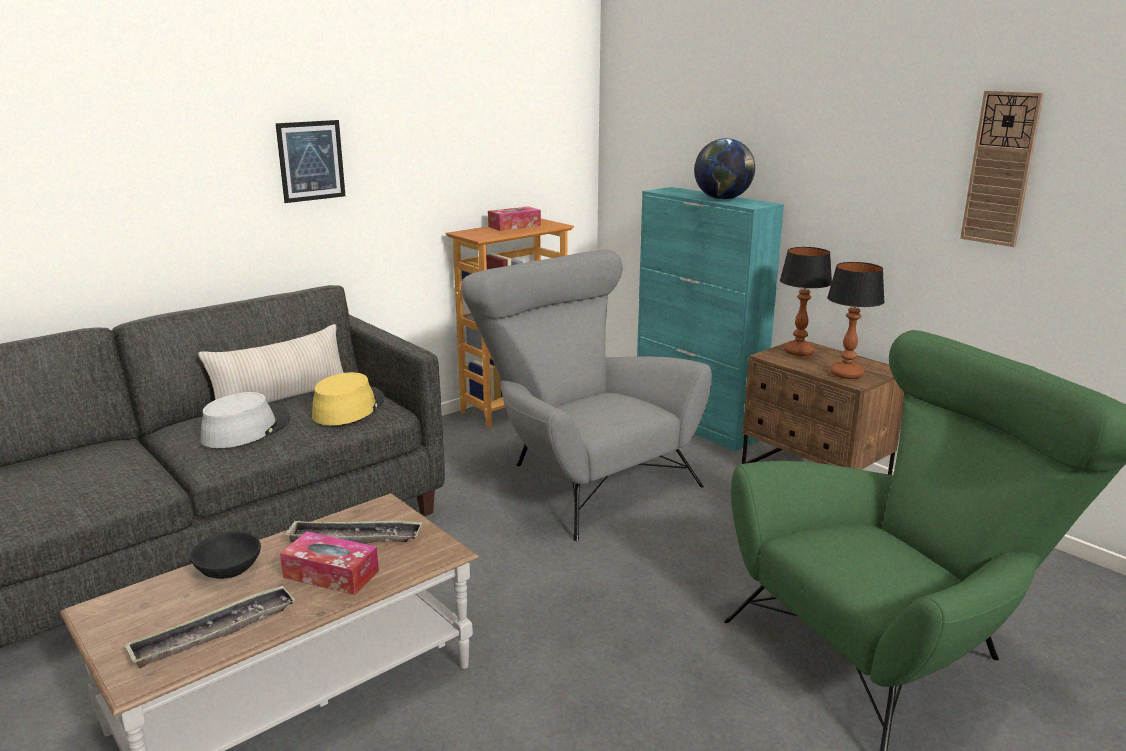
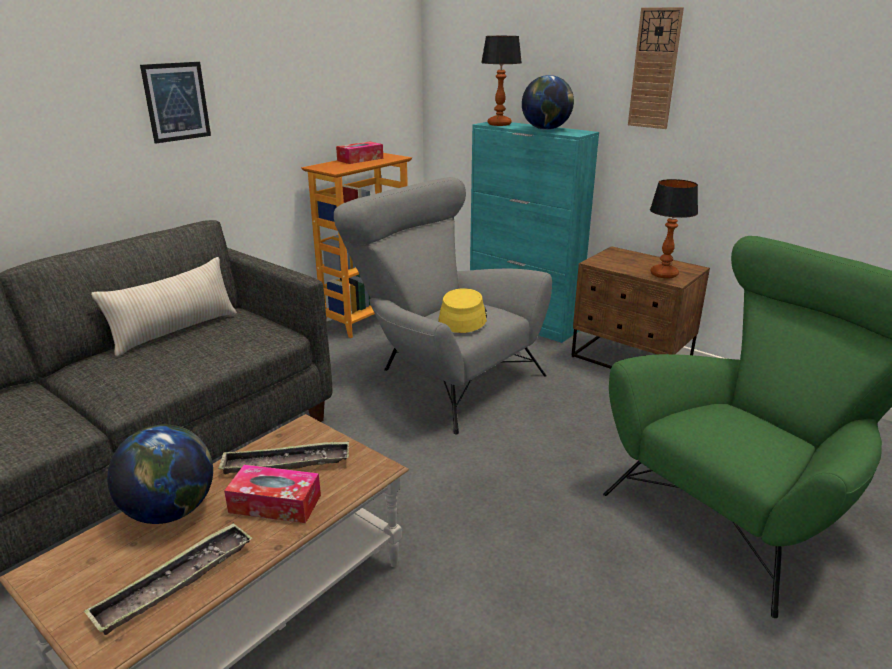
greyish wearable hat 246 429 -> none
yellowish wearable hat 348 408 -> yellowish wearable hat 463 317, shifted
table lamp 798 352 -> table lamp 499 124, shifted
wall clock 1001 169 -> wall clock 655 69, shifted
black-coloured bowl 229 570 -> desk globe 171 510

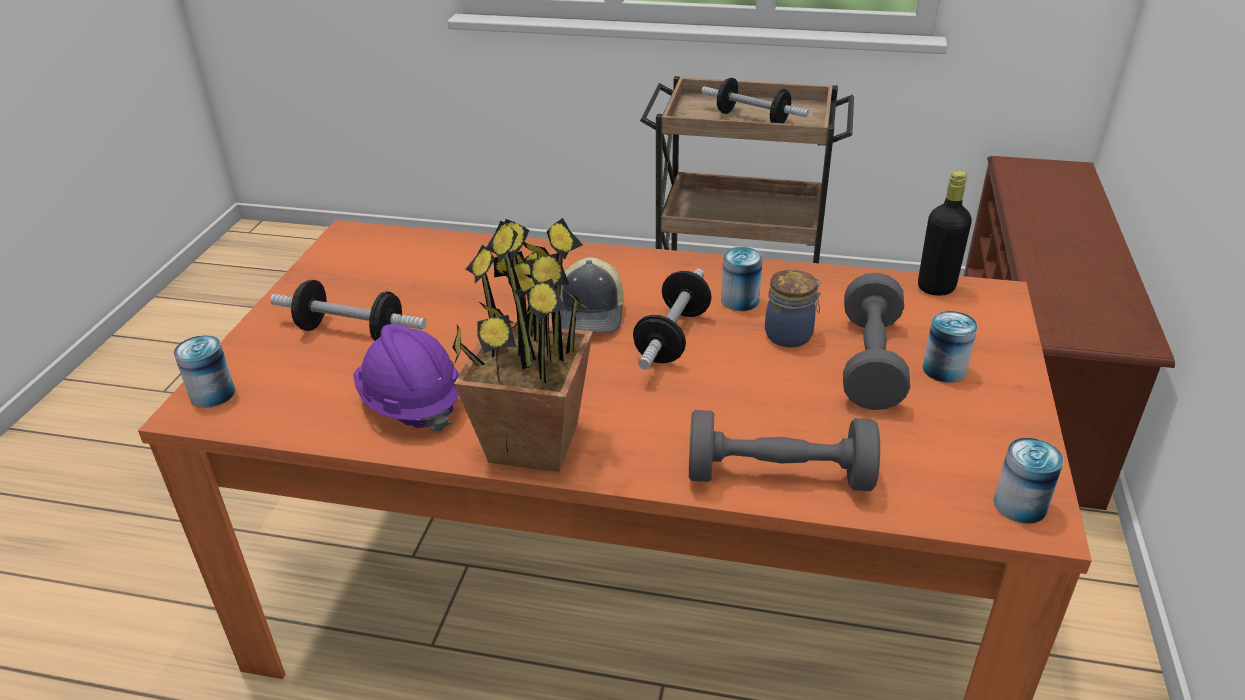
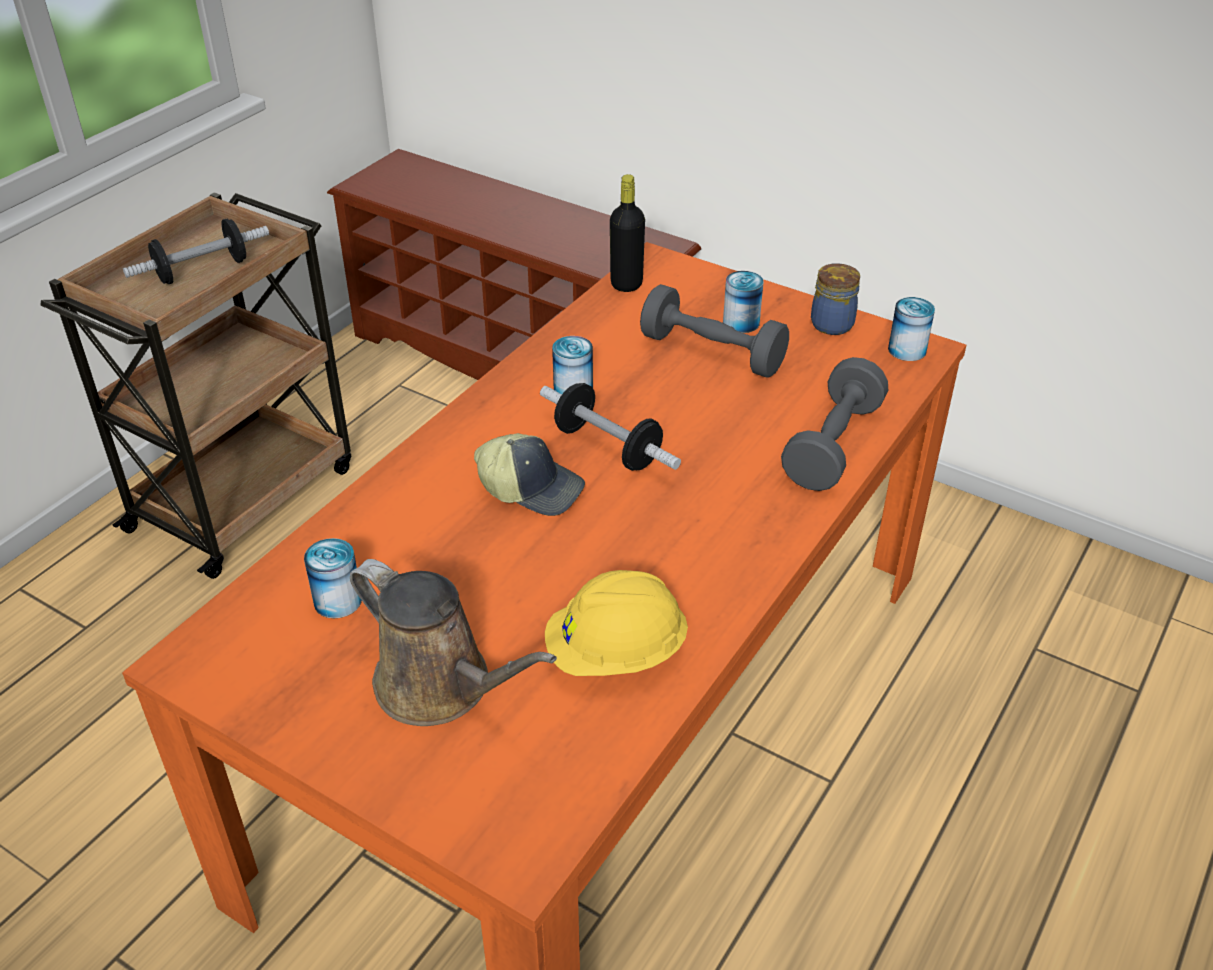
plant in a pot 532 443 -> none
can 212 394 -> can 338 600, shifted
preserve jar 790 335 -> preserve jar 832 323, shifted
dumbbell 351 332 -> brown watering can 441 686
purple work helmet 411 403 -> yellowish work helmet 616 653

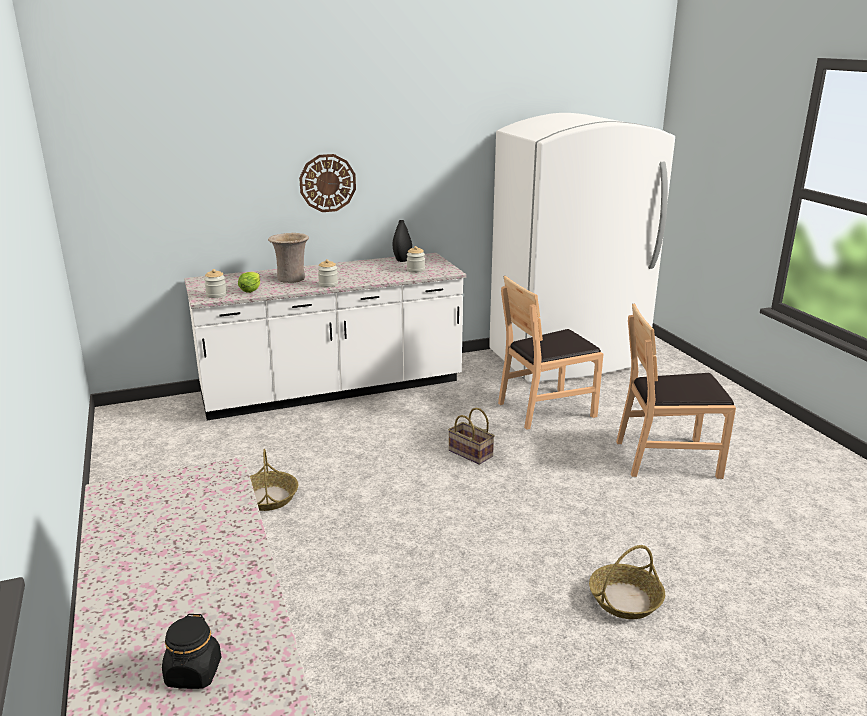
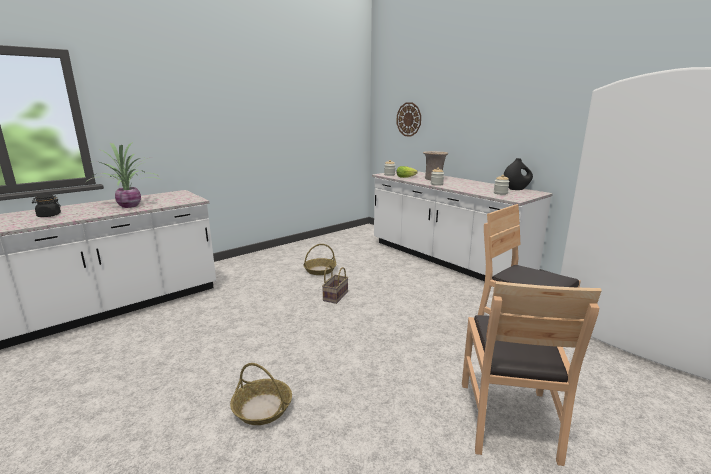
none -> plant in a pot 131 205
wall clock 327 183 -> wall clock 409 119, shifted
storage basket 469 453 -> storage basket 335 296, shifted
brown chair 667 458 -> brown chair 508 419, 150 degrees counterclockwise

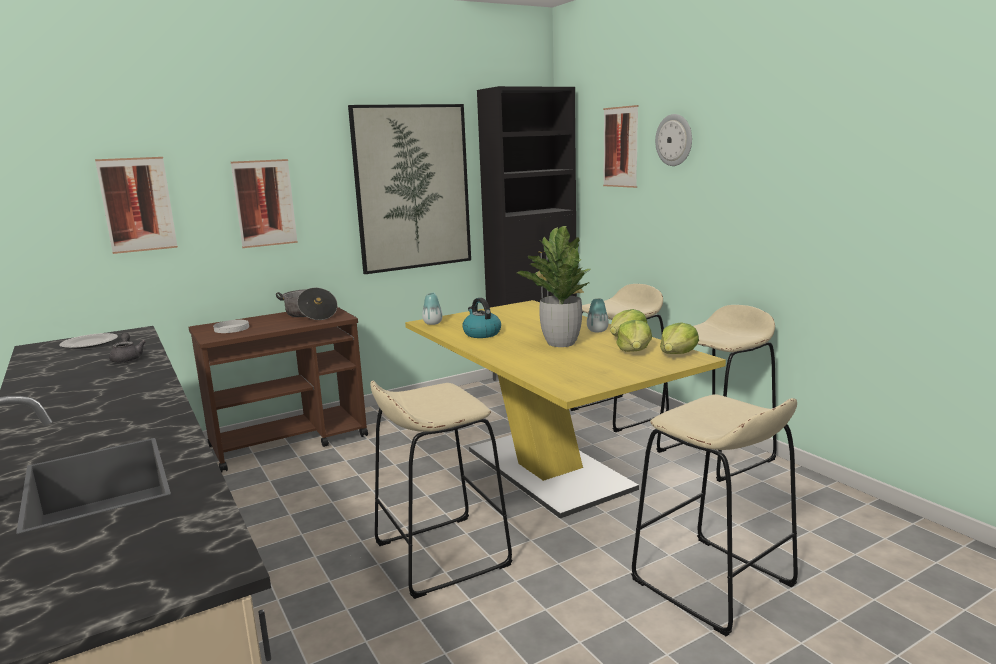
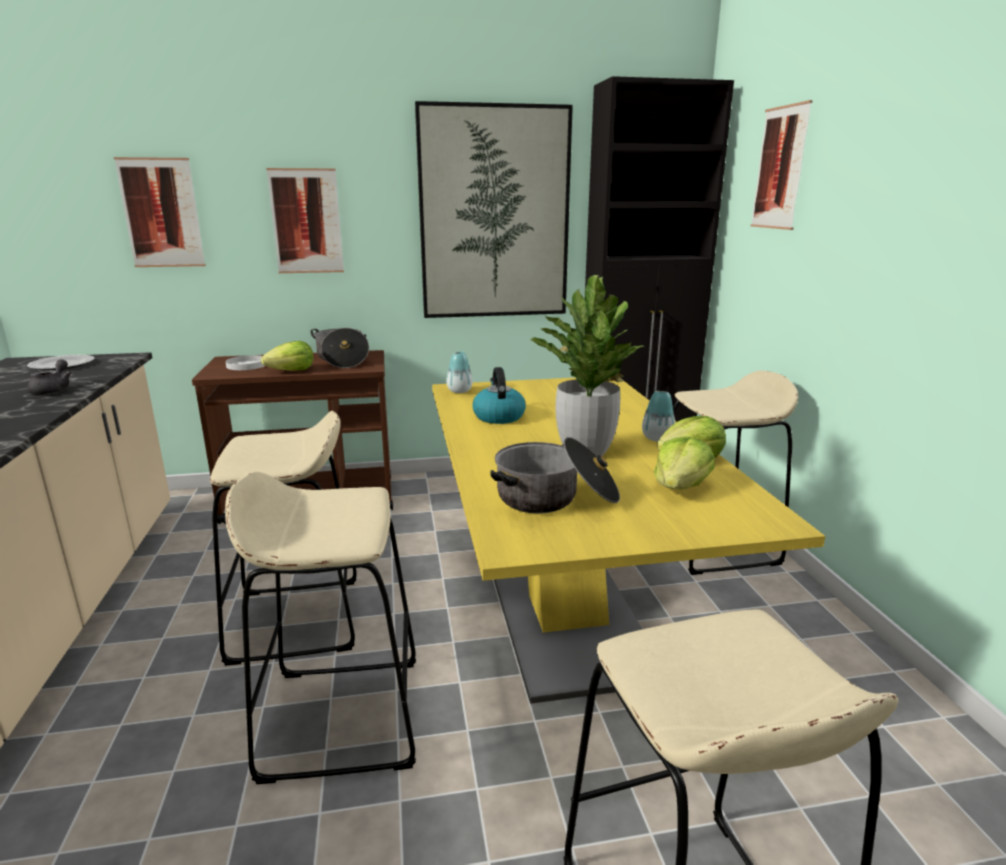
wall clock 674 140 -> none
none -> cooking pot 556 498
beige sitting stool 715 455 -> beige sitting stool 296 620, shifted
head of lettuce 677 354 -> head of lettuce 292 371, shifted

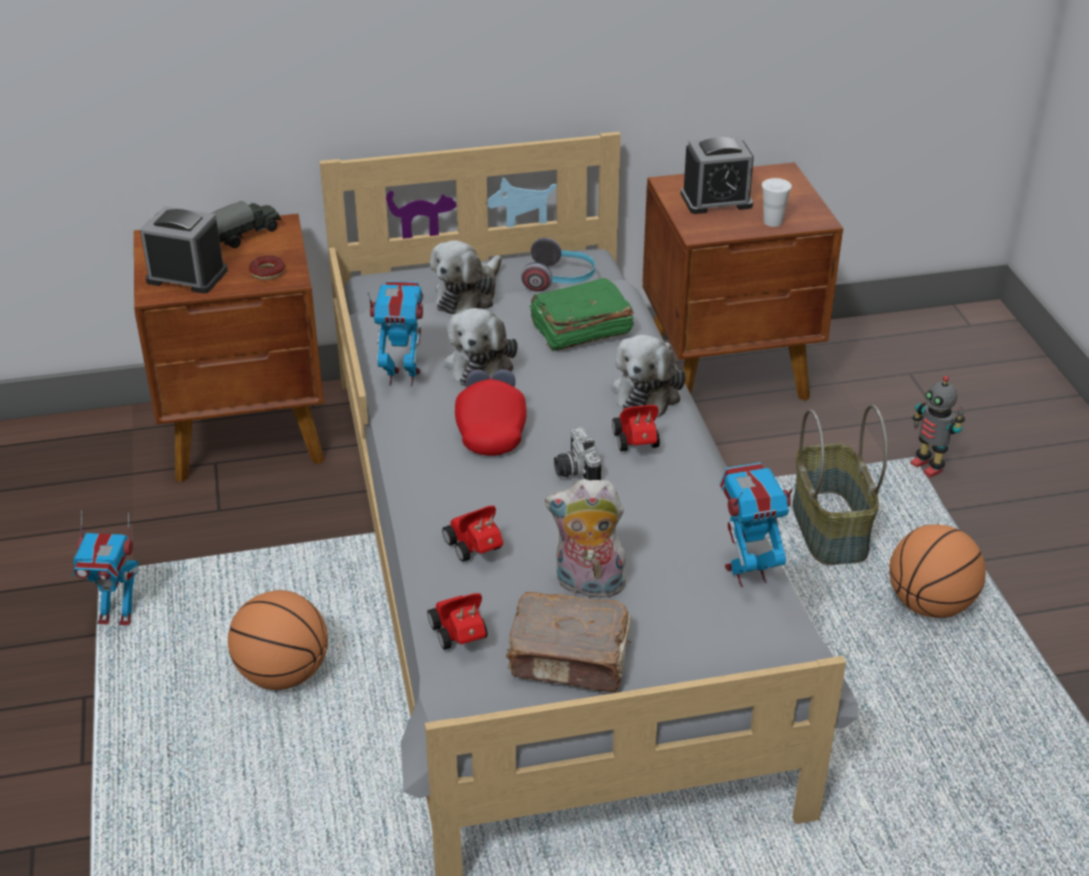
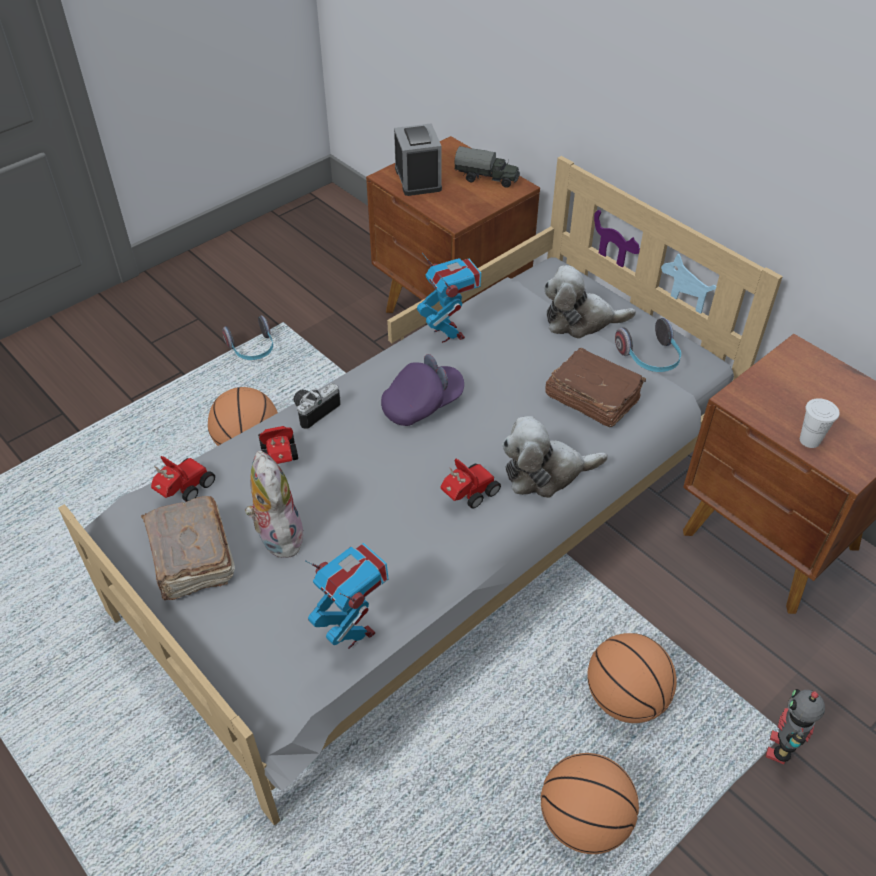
donut 267 272 -> none
cuddly toy 480 363 -> none
table clock 716 200 -> none
still camera 574 471 -> still camera 313 410, shifted
robot figure 117 616 -> headset 252 349
storage basket 827 528 -> basketball ball 625 698
red baseball cap 491 429 -> purple baseball cap 422 404
green bound book 579 330 -> brown bound book 591 398
toy car 476 550 -> toy car 280 457, 45 degrees counterclockwise

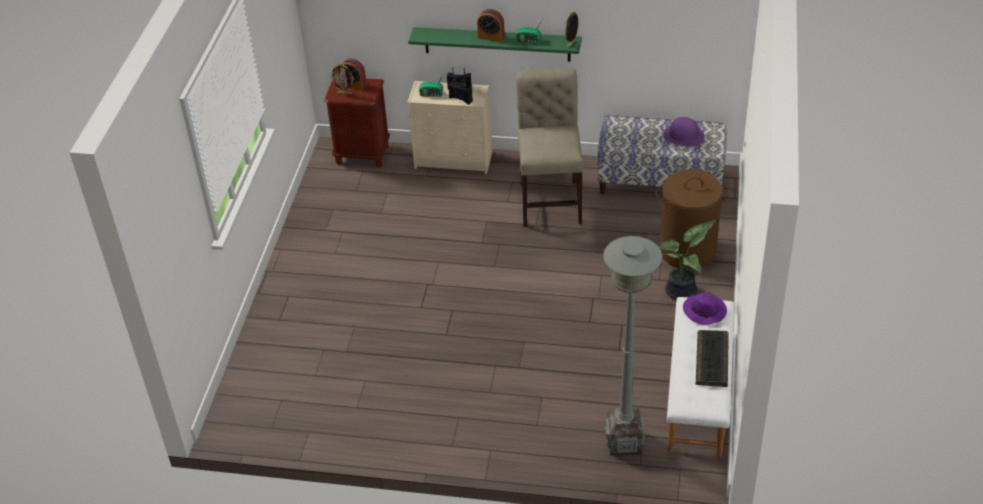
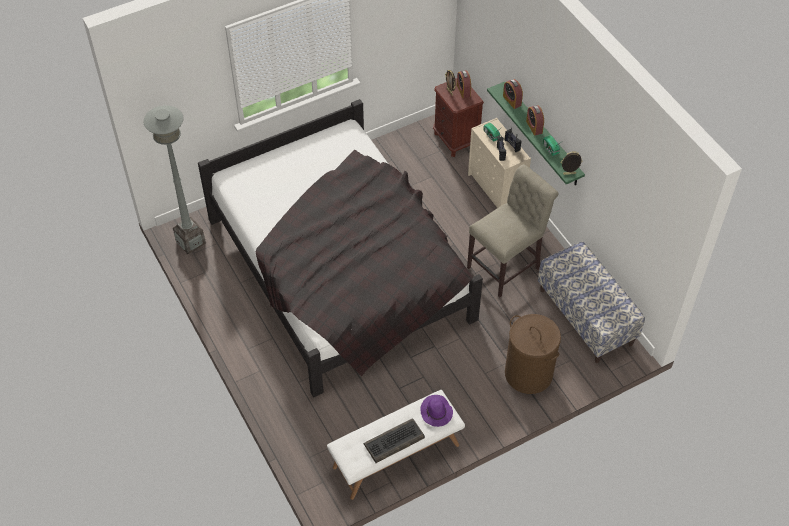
plant in a pot 683 292 -> none
purple wearable hat 684 135 -> none
none -> black-coloured sleeping bed 341 269
none -> table clock 512 100
greyish standard lamp 624 442 -> greyish standard lamp 190 242, shifted

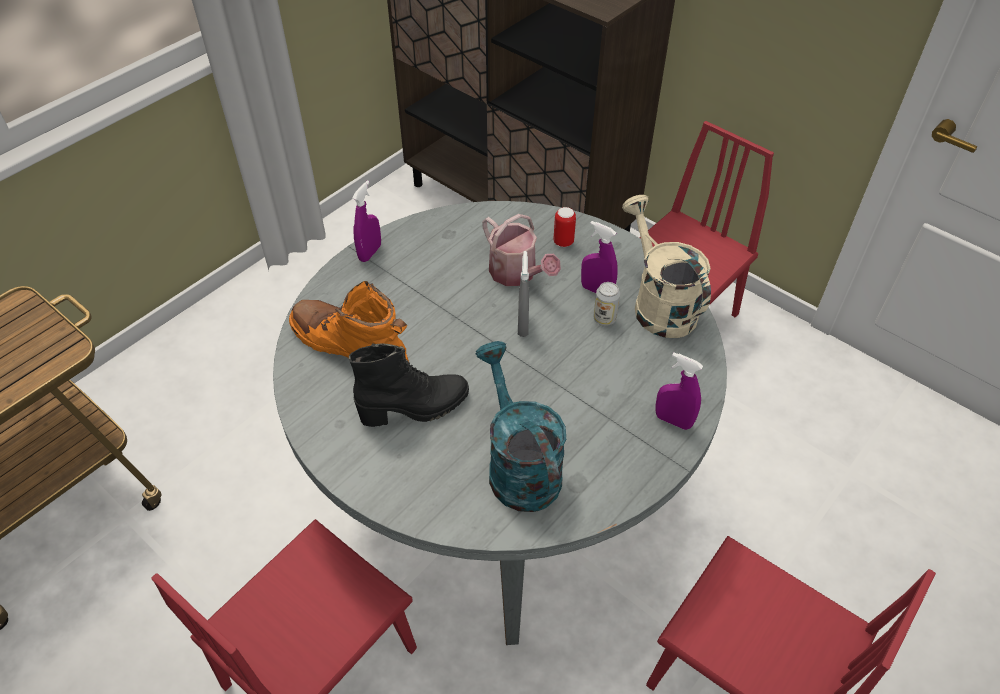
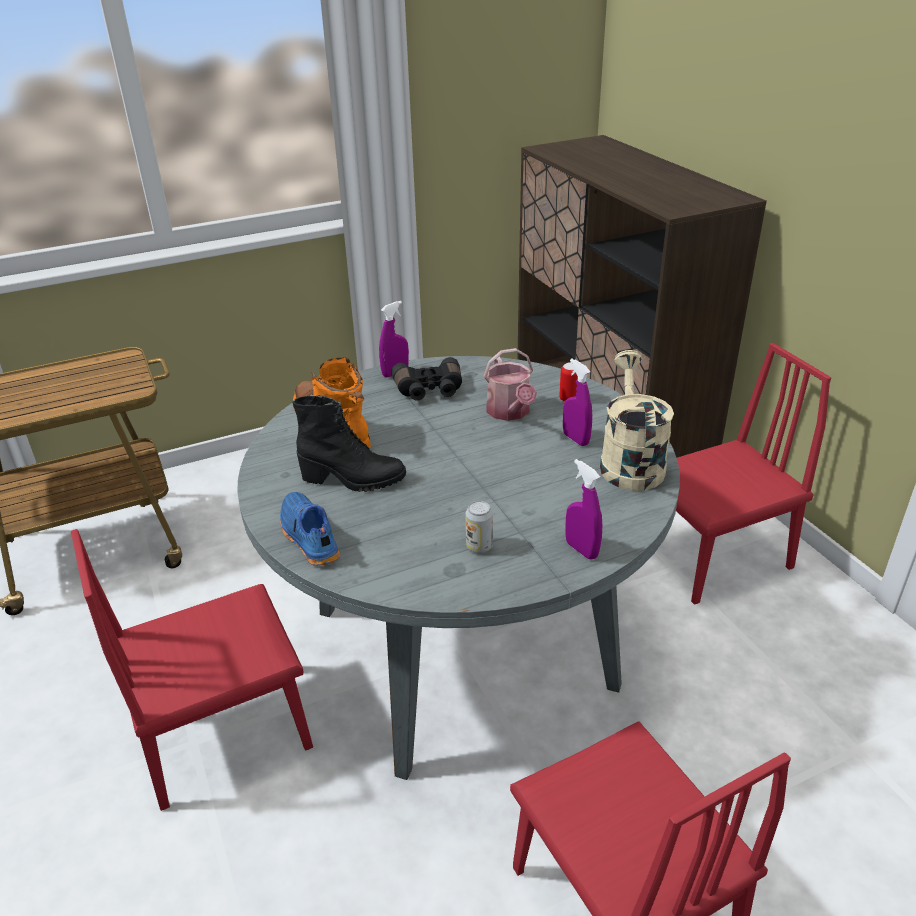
blue-green watering can 518 465 -> none
greyish hand sprayer 523 325 -> none
none -> blue item of footwear 308 538
none -> black-coloured binoculars 429 390
can 604 318 -> can 479 546, shifted

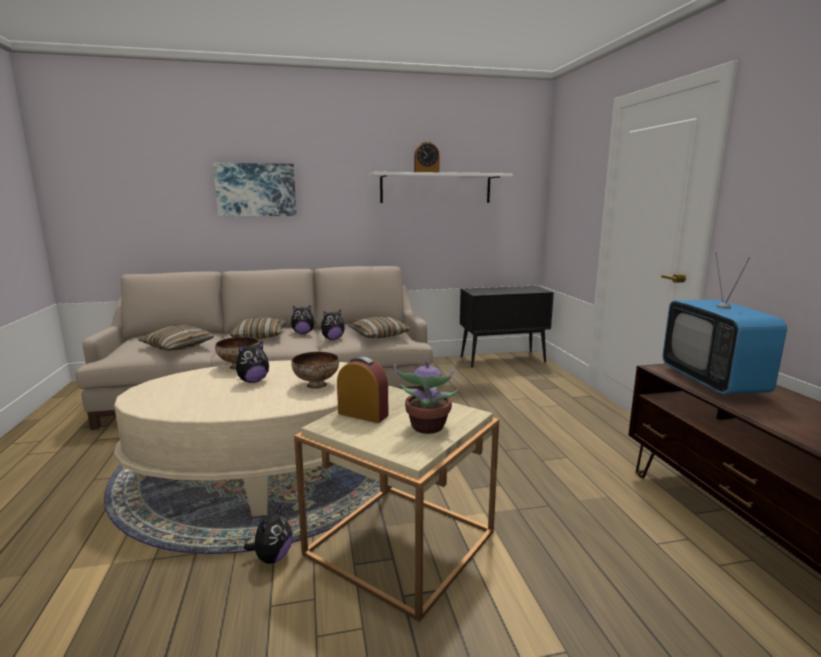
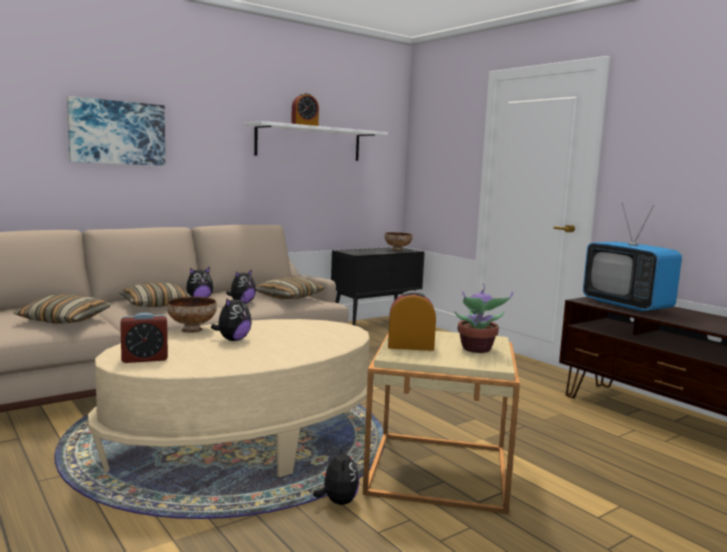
none -> table clock 144 359
bowl 316 385 -> bowl 397 250, shifted

